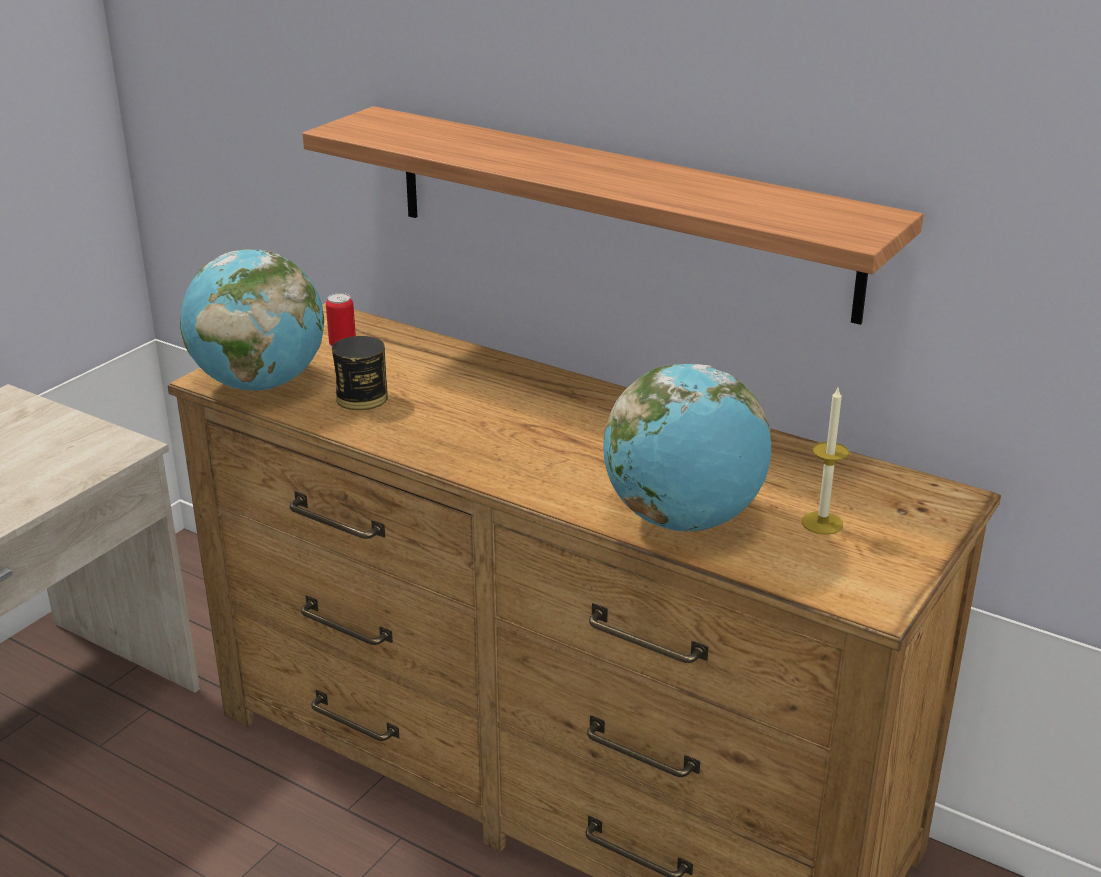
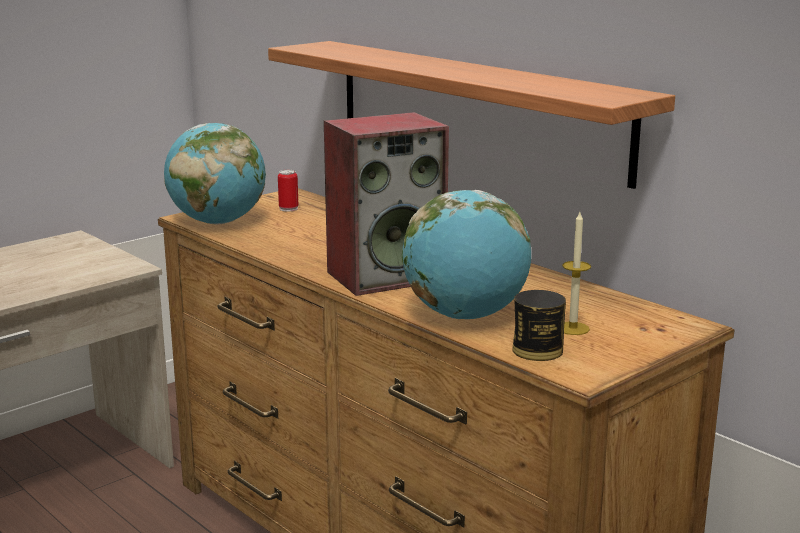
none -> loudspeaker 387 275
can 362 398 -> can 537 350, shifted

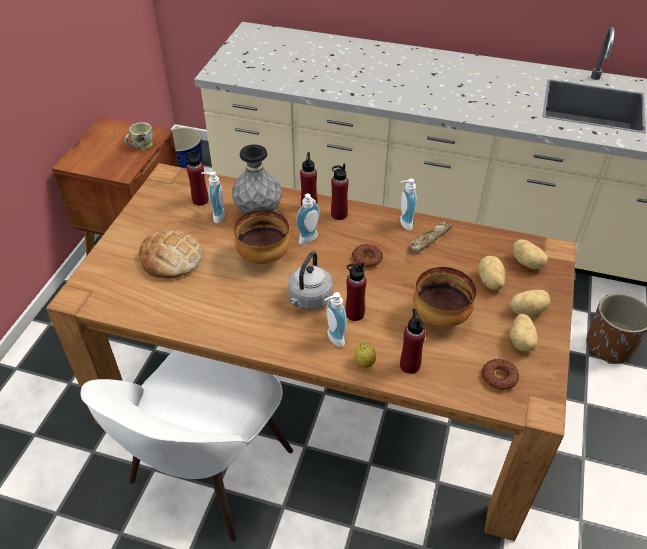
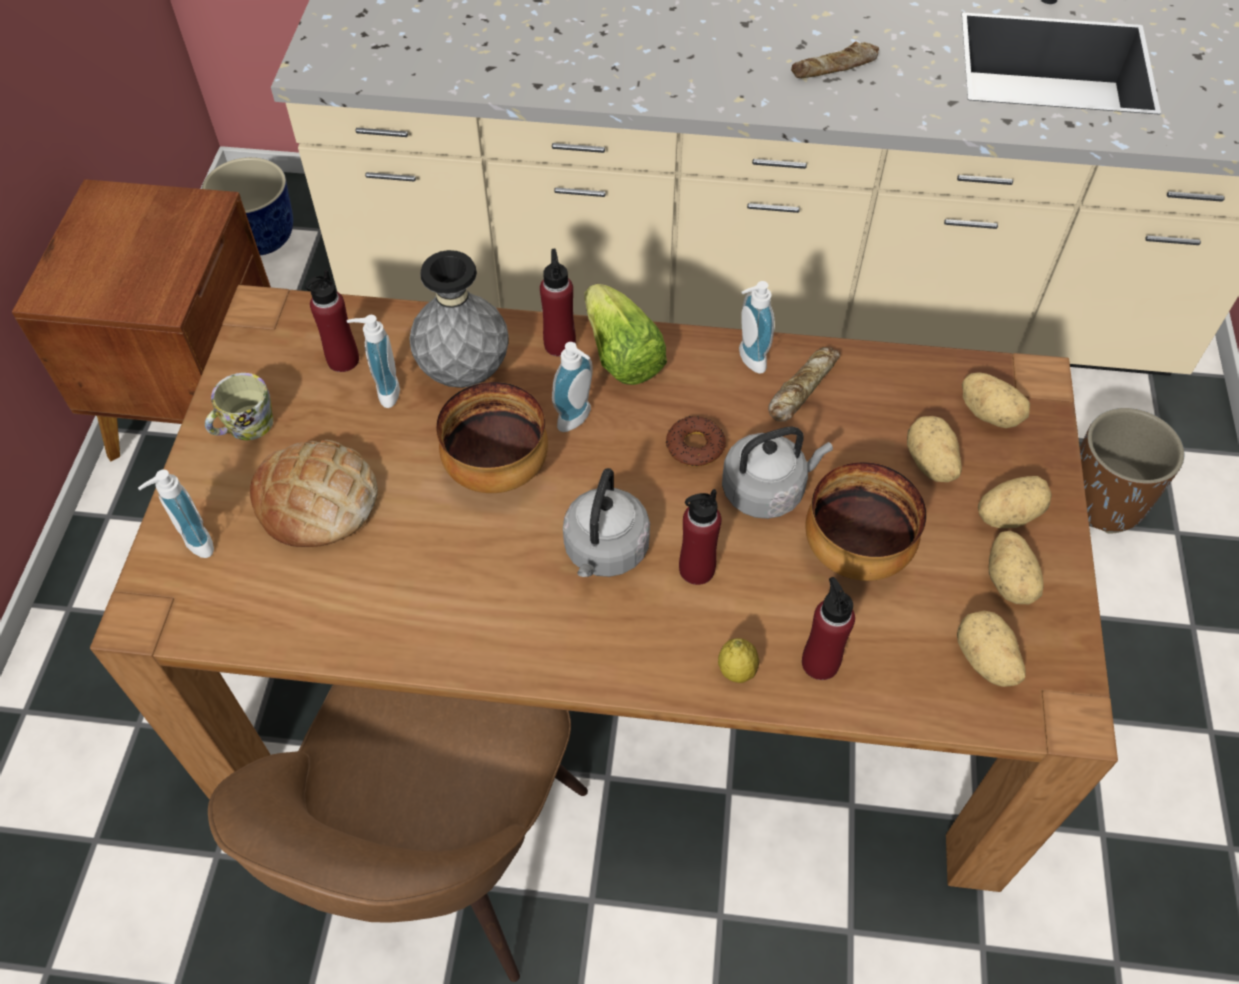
none -> greyish tea kettle 767 490
none -> baked bread 835 67
tea mug 140 145 -> tea mug 244 426, shifted
liquid soap bottle 333 339 -> liquid soap bottle 193 544, shifted
red bottle 339 214 -> head of lettuce 621 356
donut 499 377 -> whole potato 984 661
whitish chair 207 471 -> brown chair 440 857

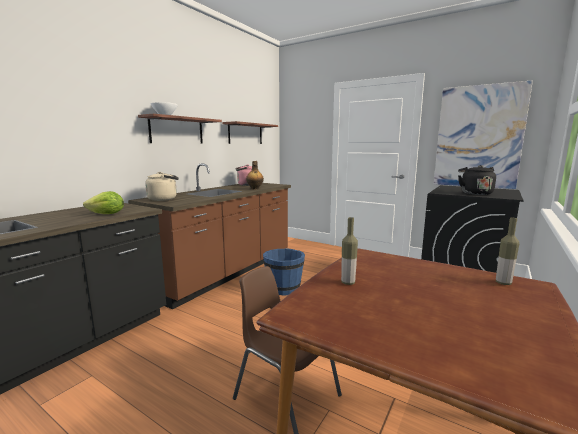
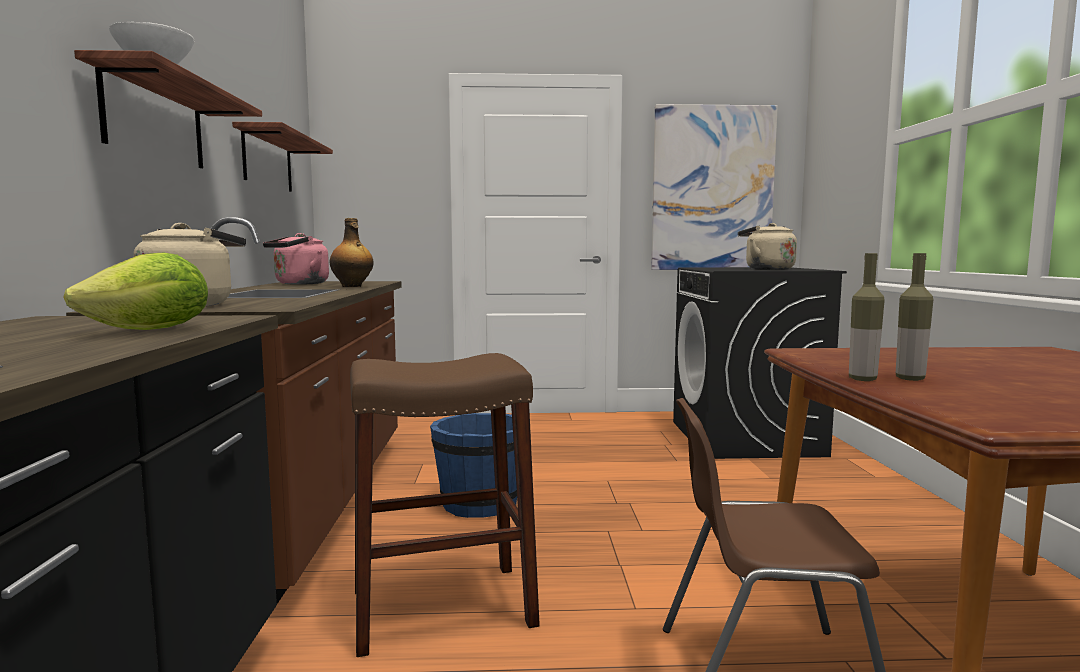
none -> brown sitting stool 442 607
bottle 503 283 -> bottle 862 379, shifted
black-coloured tea kettle 475 193 -> beige tea kettle 766 269

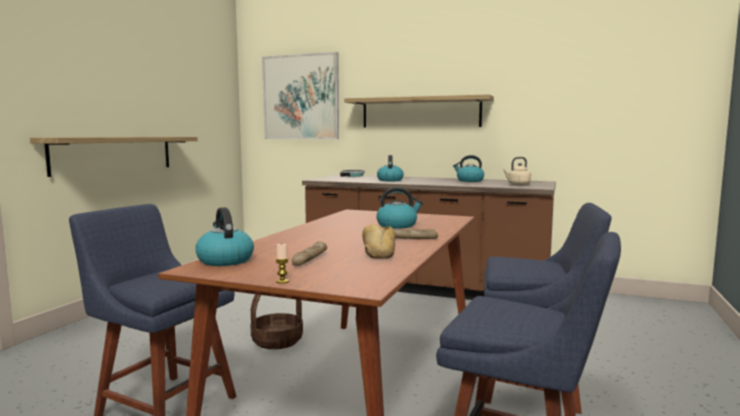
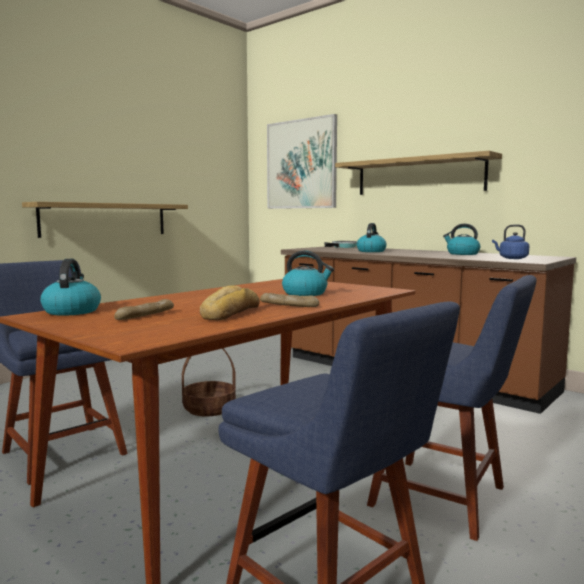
wax light 282 281 -> none
beige tea kettle 517 184 -> blue tea kettle 511 258

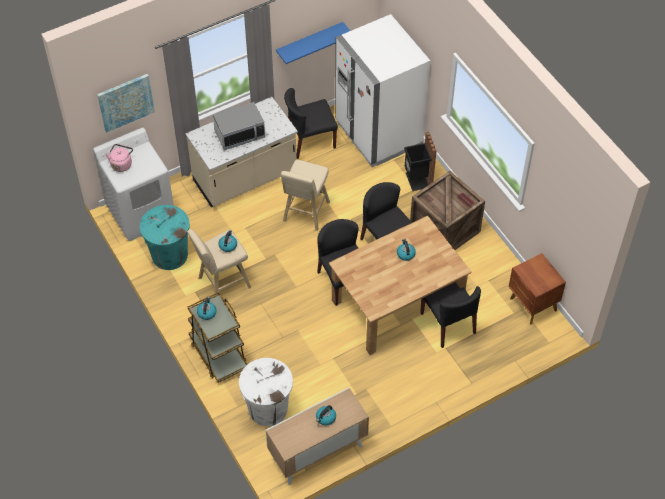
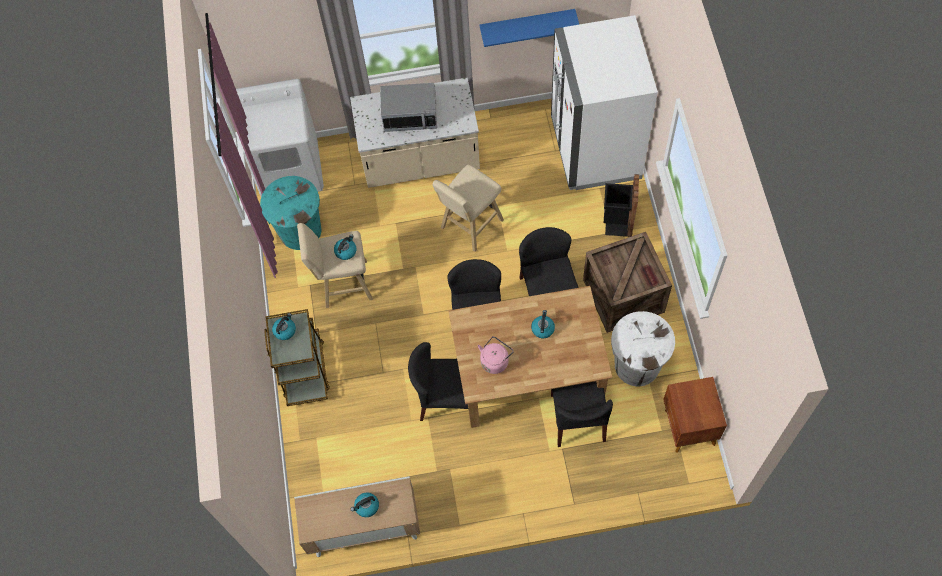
picture 125 102 -> none
pinkish tea kettle 121 164 -> pinkish tea kettle 495 360, shifted
whitish rubbish bin 267 408 -> whitish rubbish bin 636 365, shifted
black-coloured chair 310 141 -> black-coloured chair 447 398, shifted

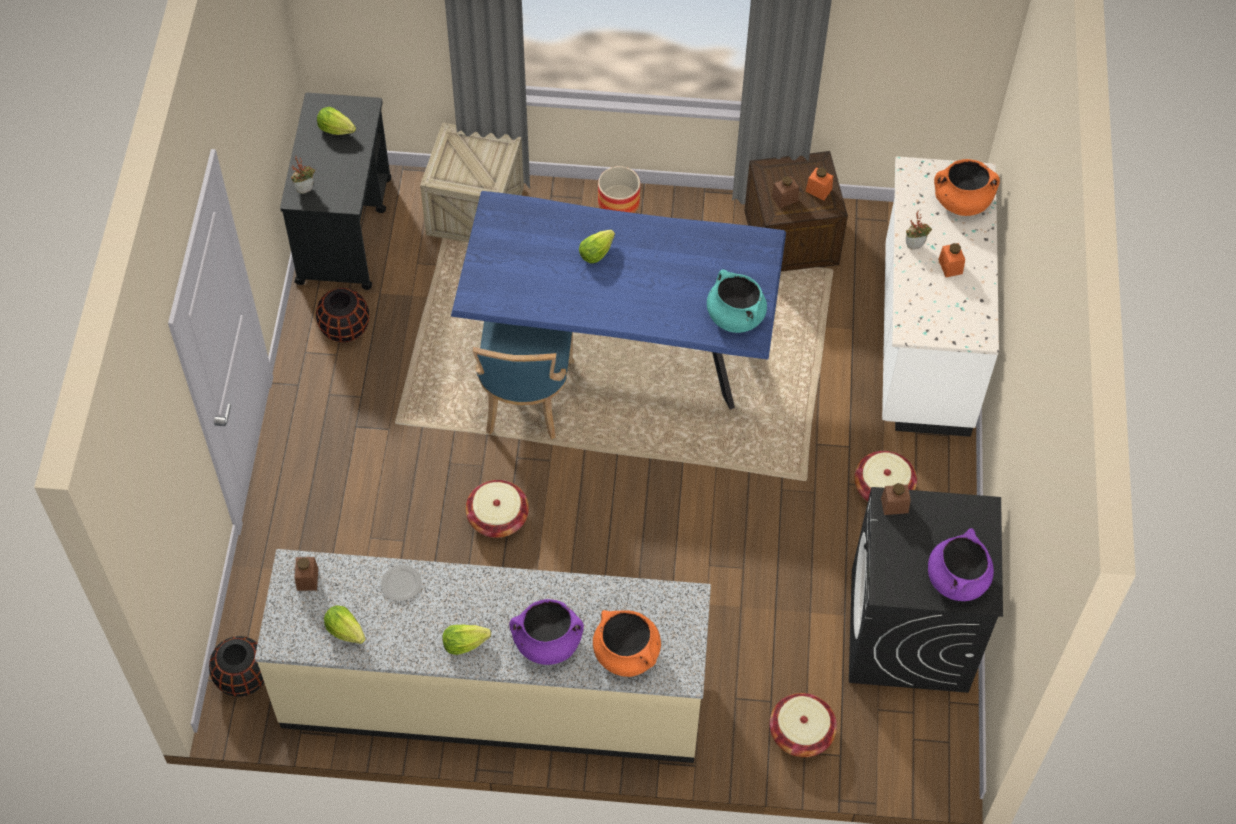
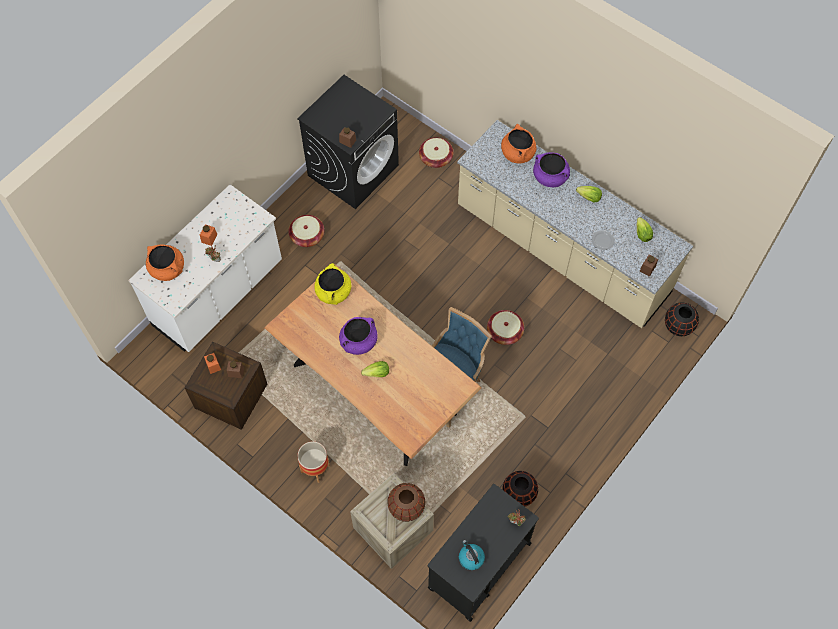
none -> brown vase 406 507
purple cooking pot 957 579 -> purple cooking pot 358 342, shifted
head of lettuce 336 129 -> tea kettle 470 558
blue dinner table 619 344 -> brown dinner table 374 389
blue-green cooking pot 735 316 -> yellowish cooking pot 333 292

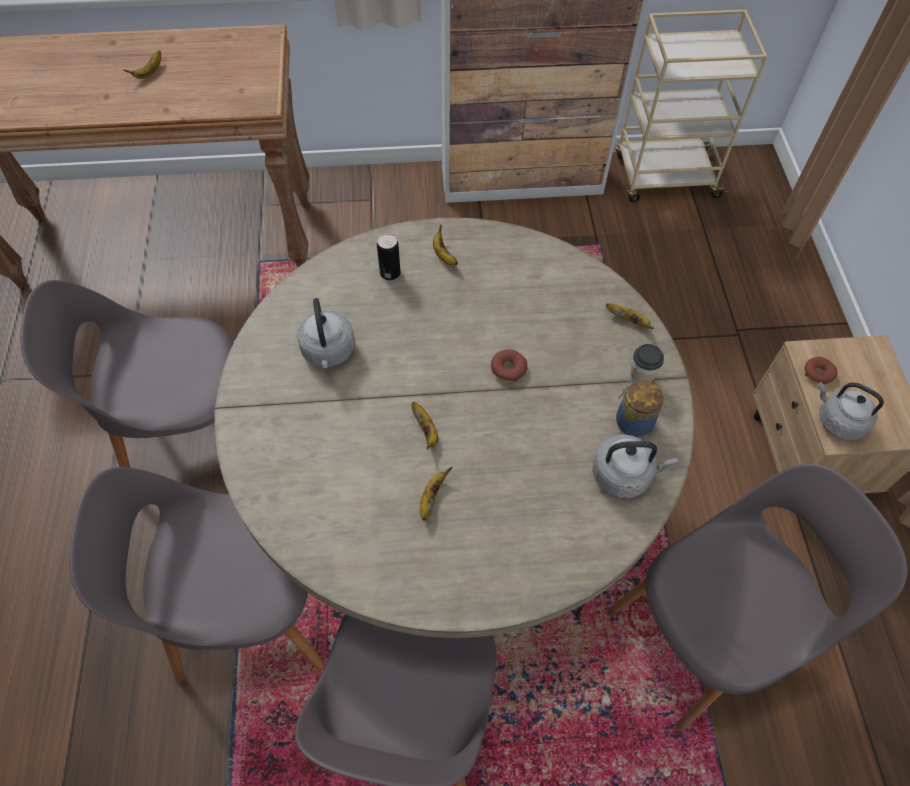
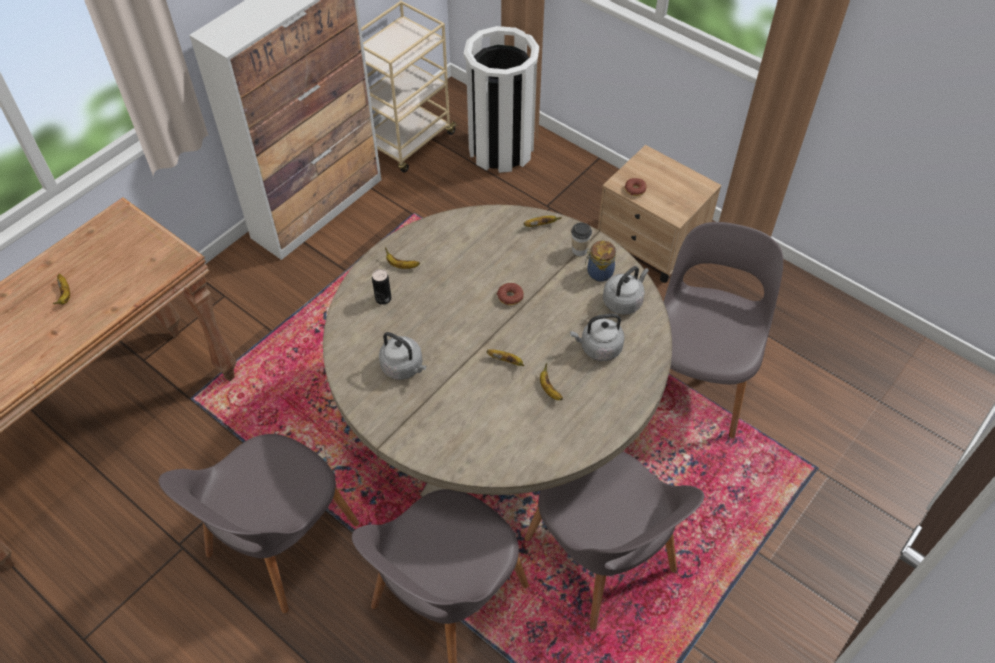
none -> whitish rubbish bin 501 149
greyish tea kettle 837 420 -> greyish tea kettle 598 348, shifted

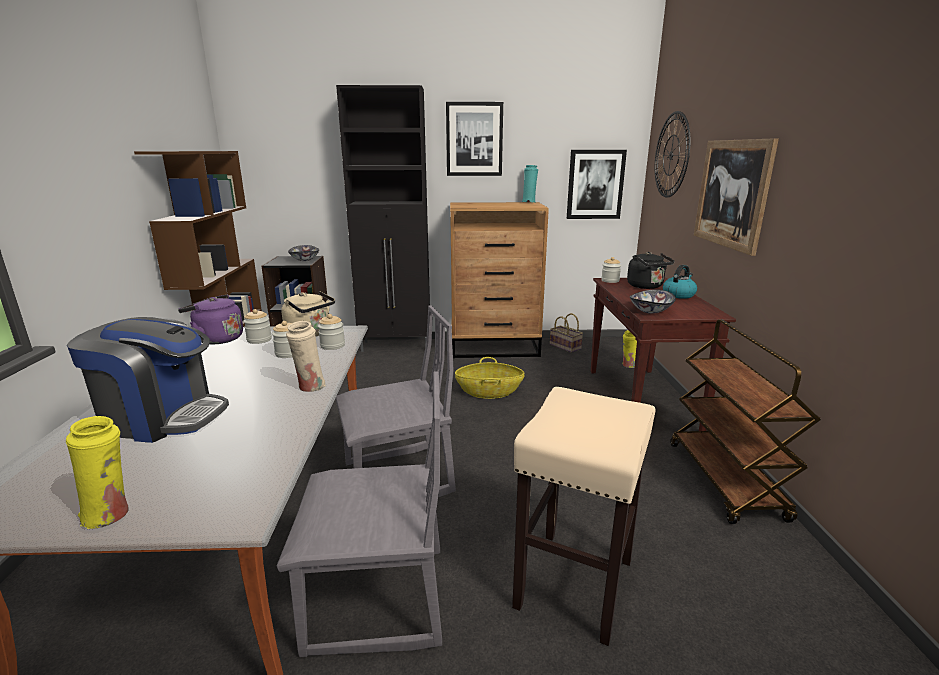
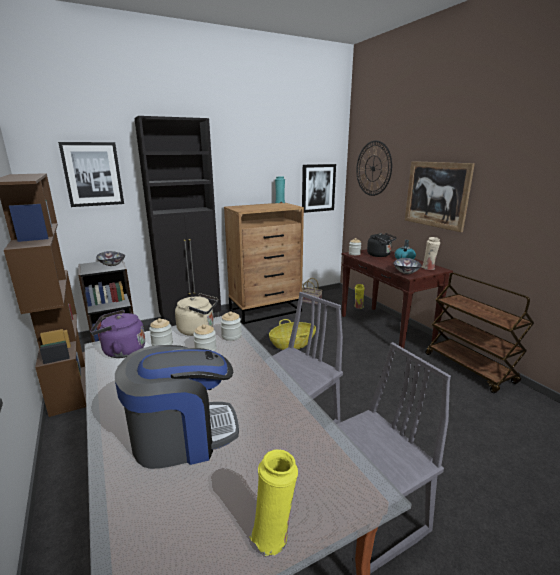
beige sitting stool 574 584 -> none
beige vase 310 387 -> beige vase 428 268, shifted
picture 474 139 -> picture 93 174, shifted

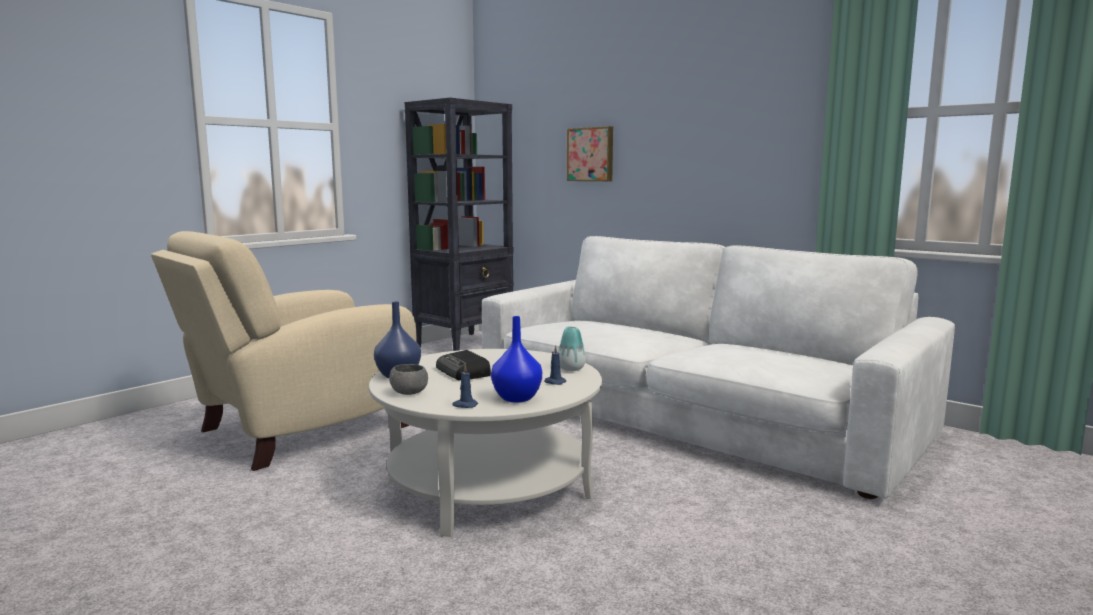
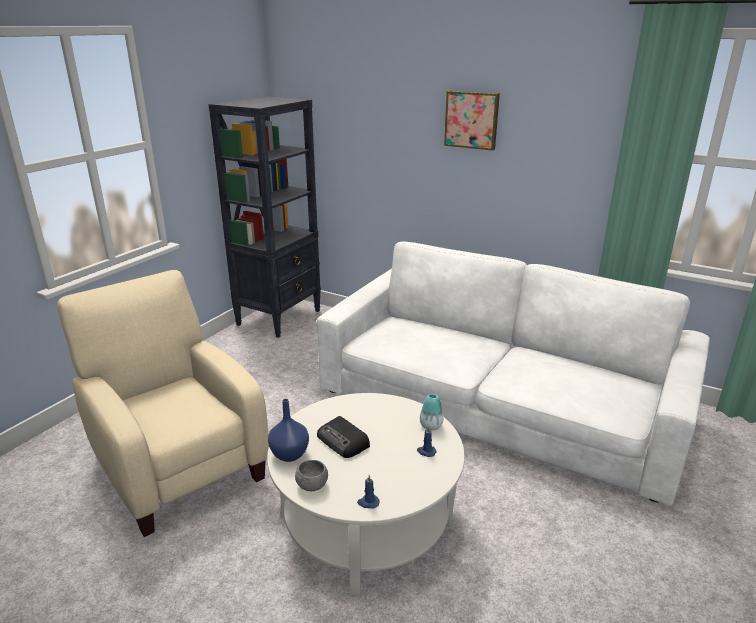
blue vase 518 398 -> none
picture 591 154 -> picture 472 119, shifted
beige easy chair 298 430 -> beige easy chair 176 463, 105 degrees clockwise

